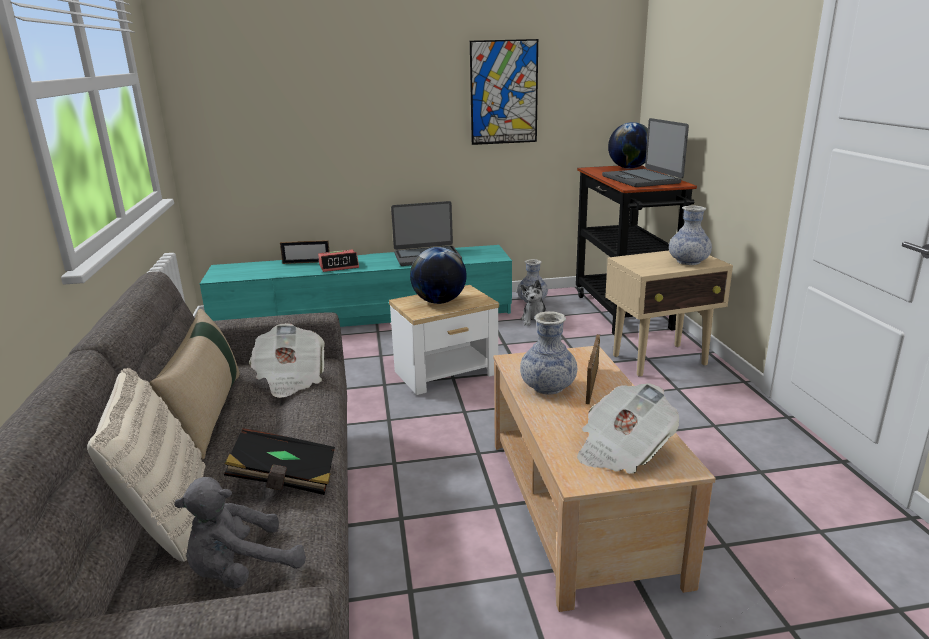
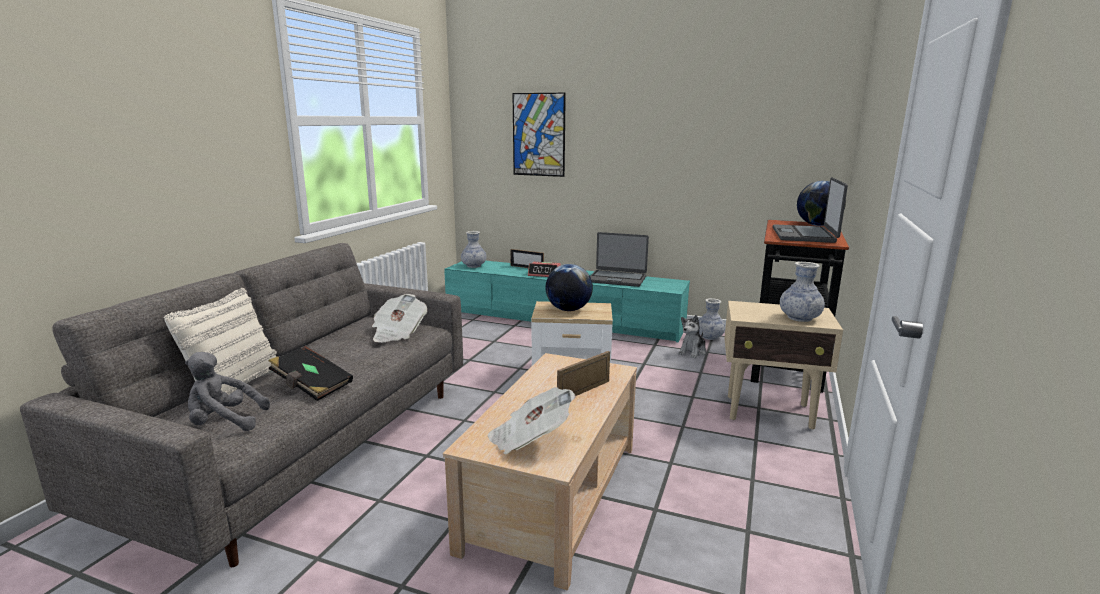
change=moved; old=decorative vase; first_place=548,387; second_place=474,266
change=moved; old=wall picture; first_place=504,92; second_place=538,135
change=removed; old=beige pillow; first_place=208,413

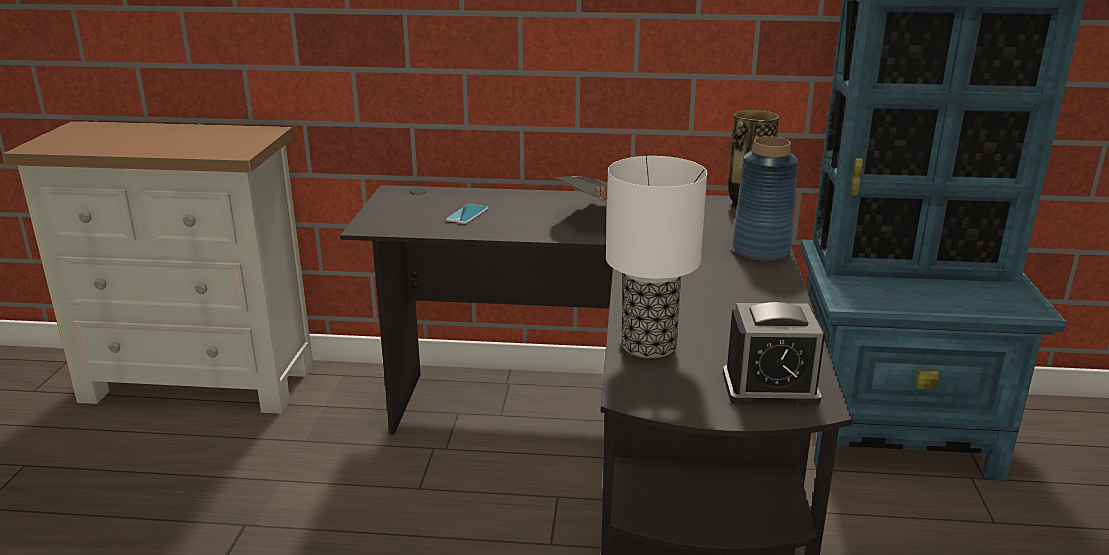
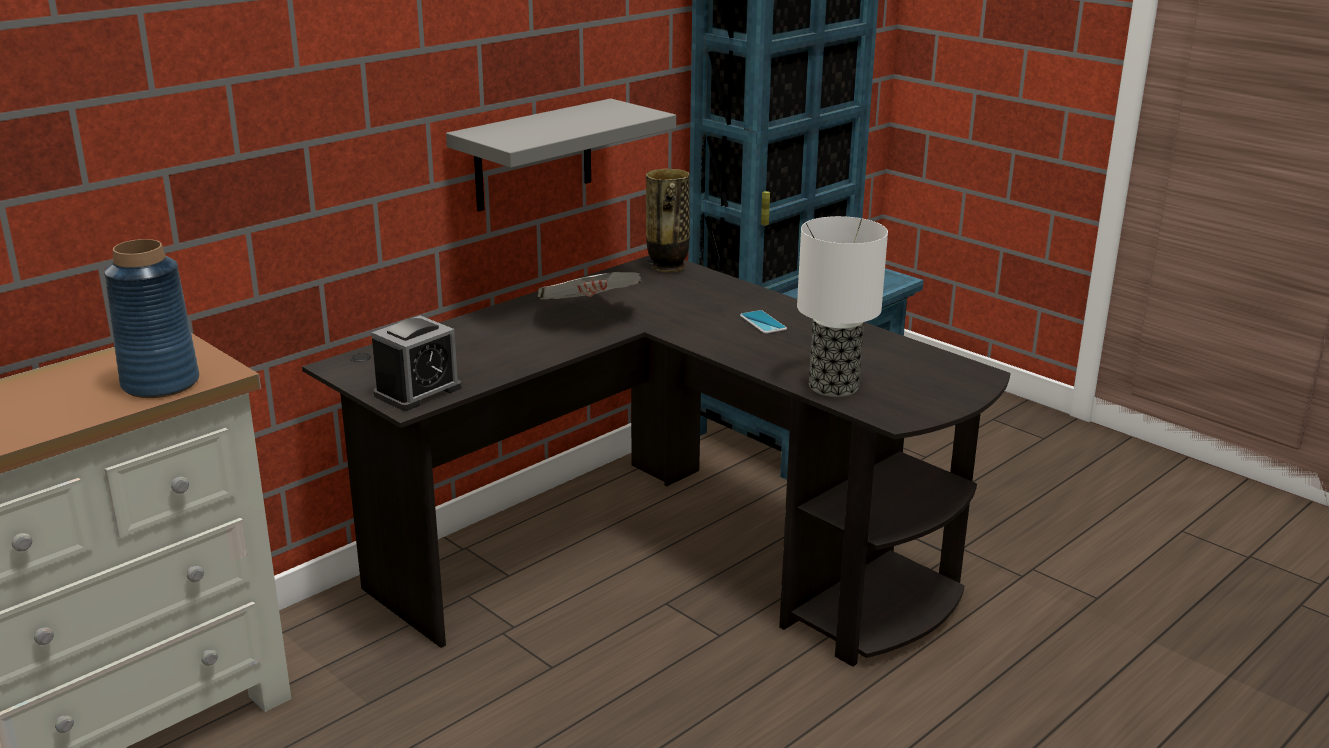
change=moved; old=bluish decorative vase; first_place=761,250; second_place=160,383
change=moved; old=table clock; first_place=770,387; second_place=418,391
change=added; new=gray shelf; second_place=533,155
change=moved; old=telephone; first_place=467,214; second_place=763,323

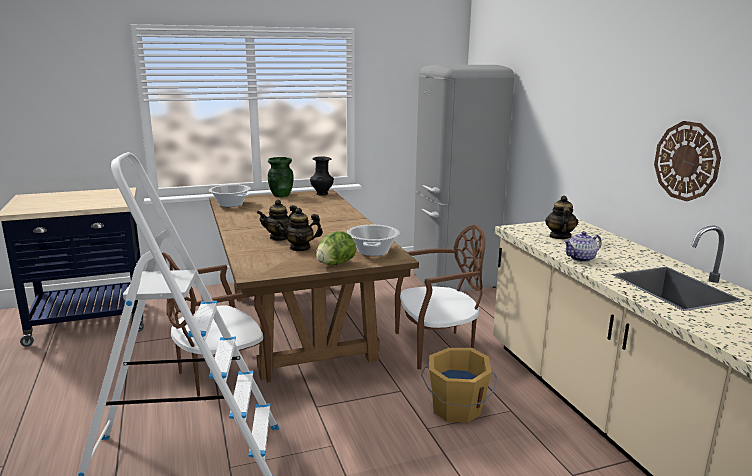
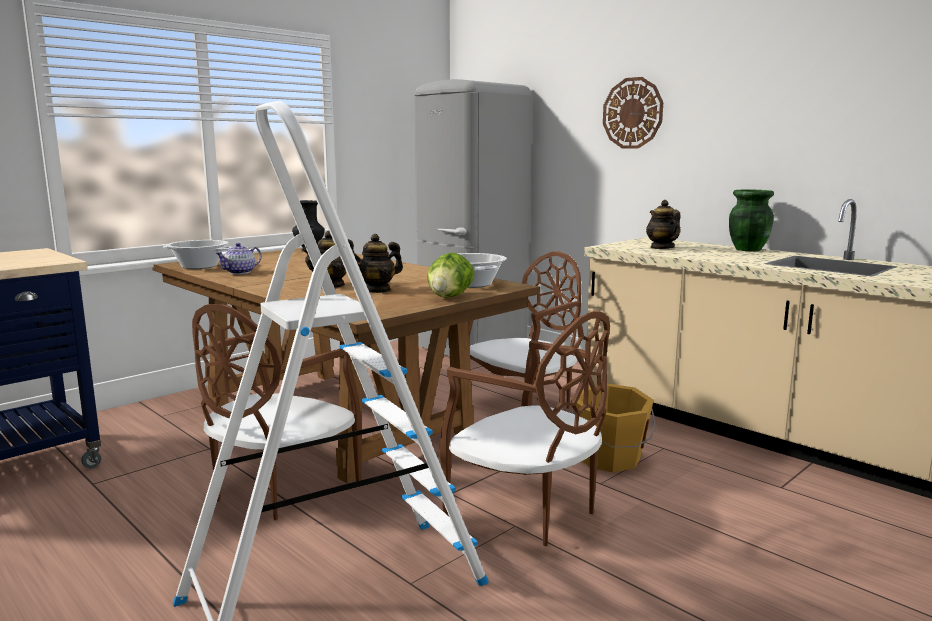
change=moved; old=pot for tea; first_place=581,258; second_place=240,272
change=added; new=brownish plain chair; second_place=527,511
change=moved; old=clock on the wall; first_place=686,161; second_place=632,113
change=moved; old=green-coloured decorative vase; first_place=281,195; second_place=747,249

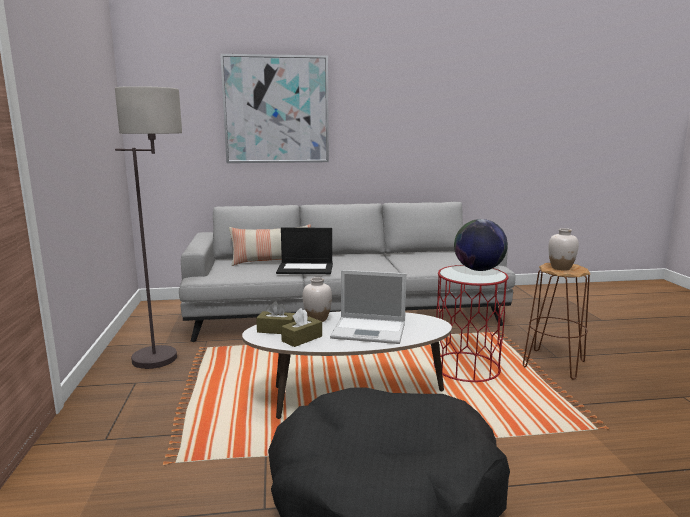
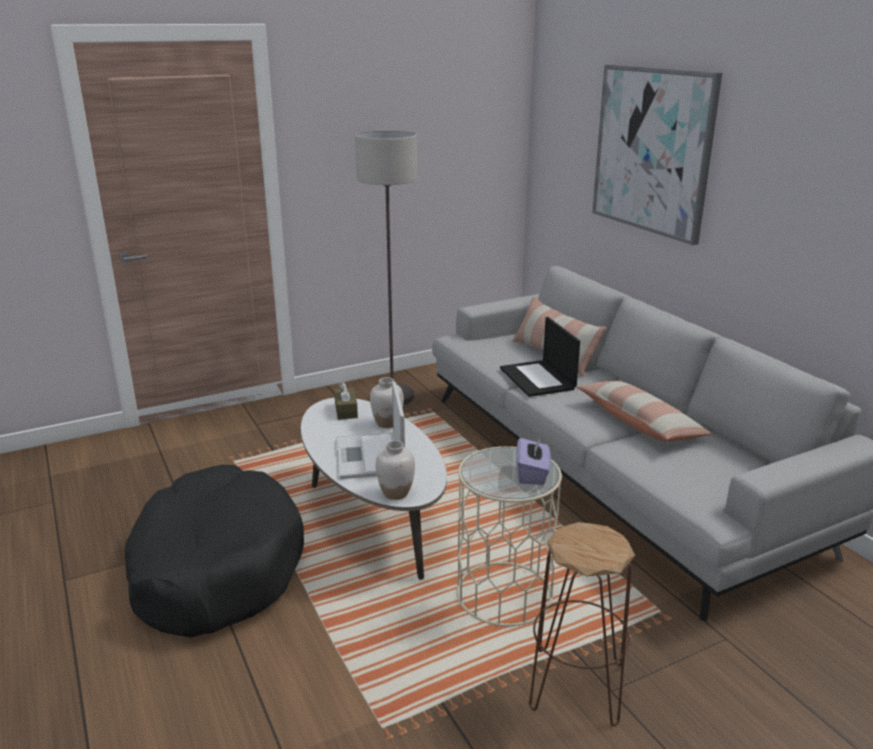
change=moved; old=whitish decorative vase; first_place=561,268; second_place=396,493
change=recoloured; old=red-coloured side table; new=beige side table; first_place=467,367; second_place=504,593
change=replaced; old=desk globe; new=purplish tissue box; first_place=478,270; second_place=532,474
change=added; new=pillow; second_place=639,423
change=removed; old=brownish tissue box; first_place=302,339

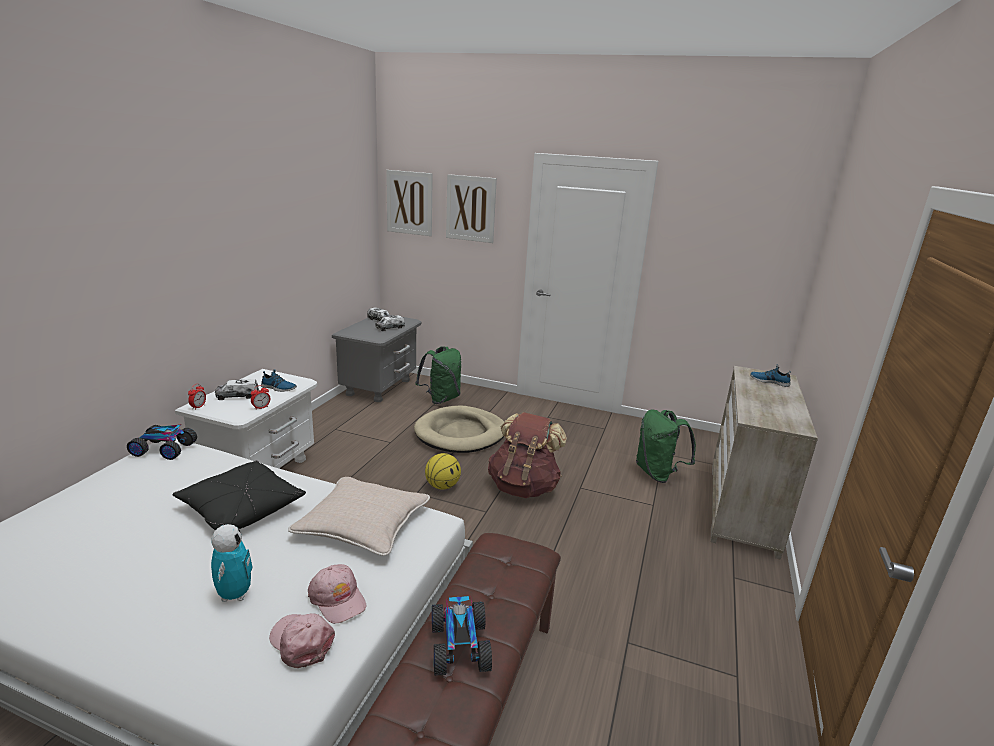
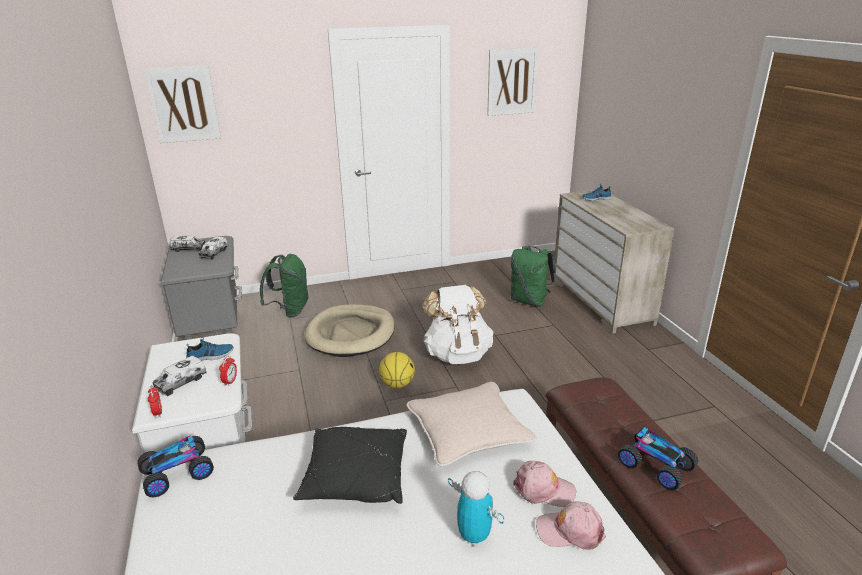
change=recoloured; old=brownish knapsack; new=whitish knapsack; first_place=523,487; second_place=457,354
change=moved; old=wall picture; first_place=470,208; second_place=512,82

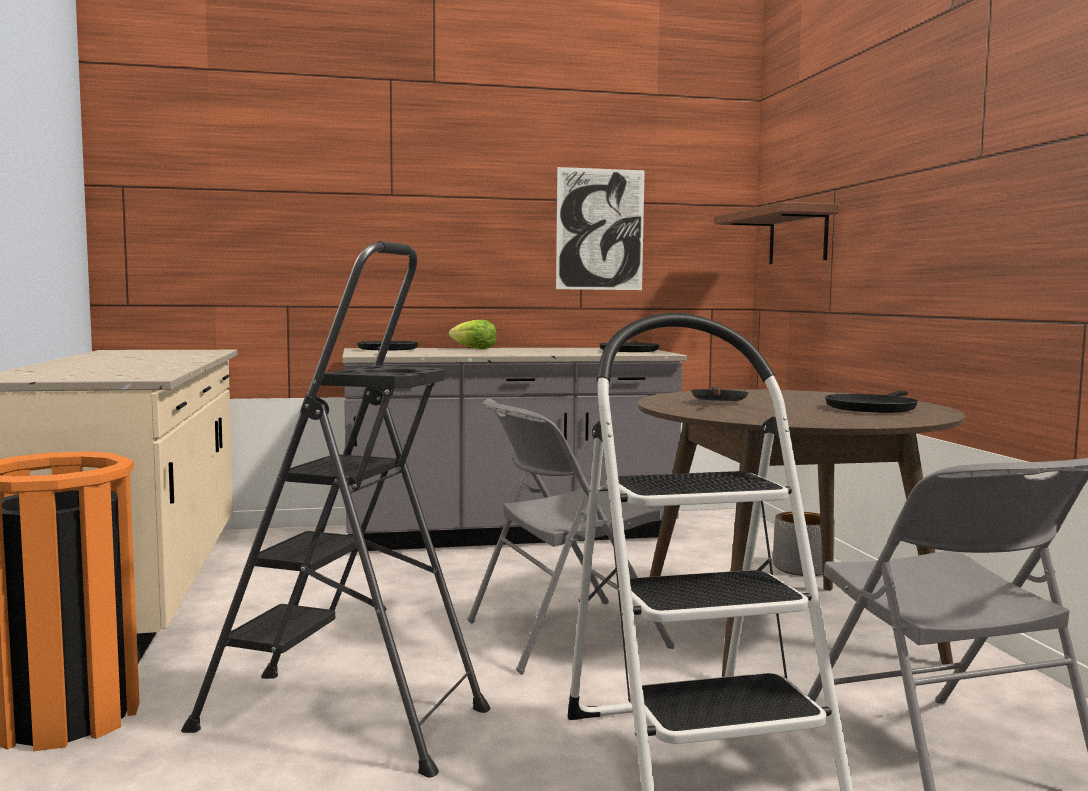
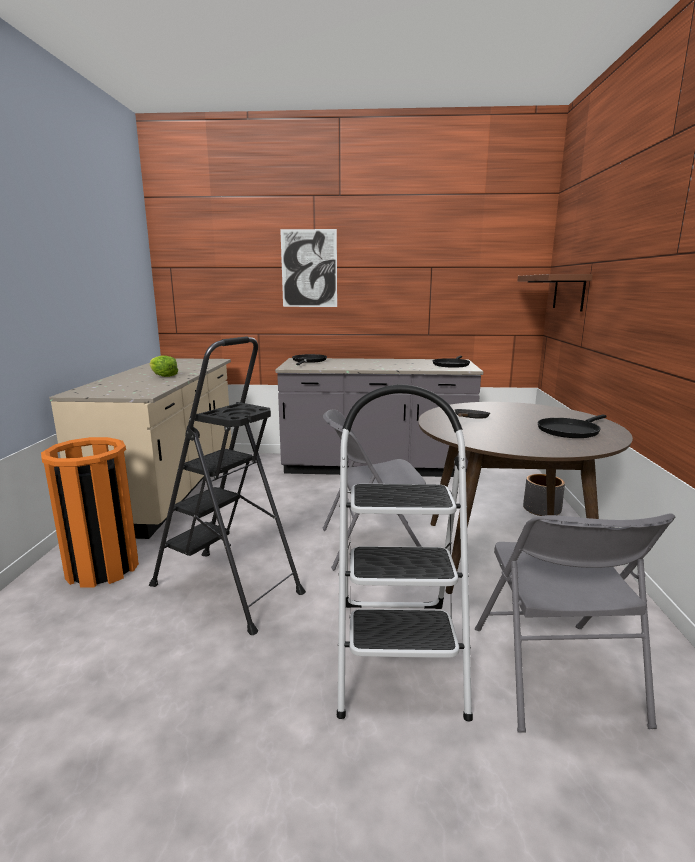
change=moved; old=lettuce head; first_place=474,349; second_place=163,376
change=moved; old=wall picture; first_place=600,229; second_place=309,268

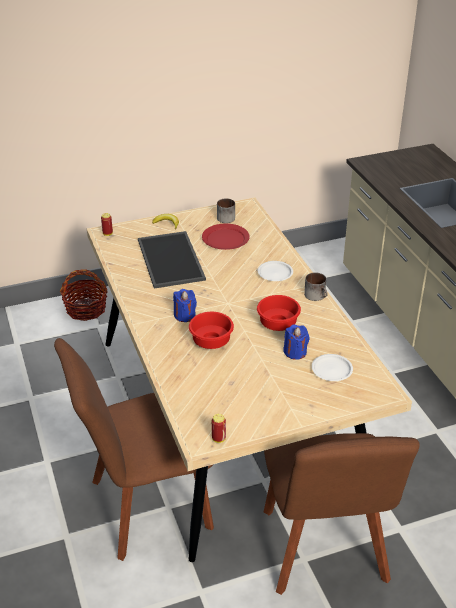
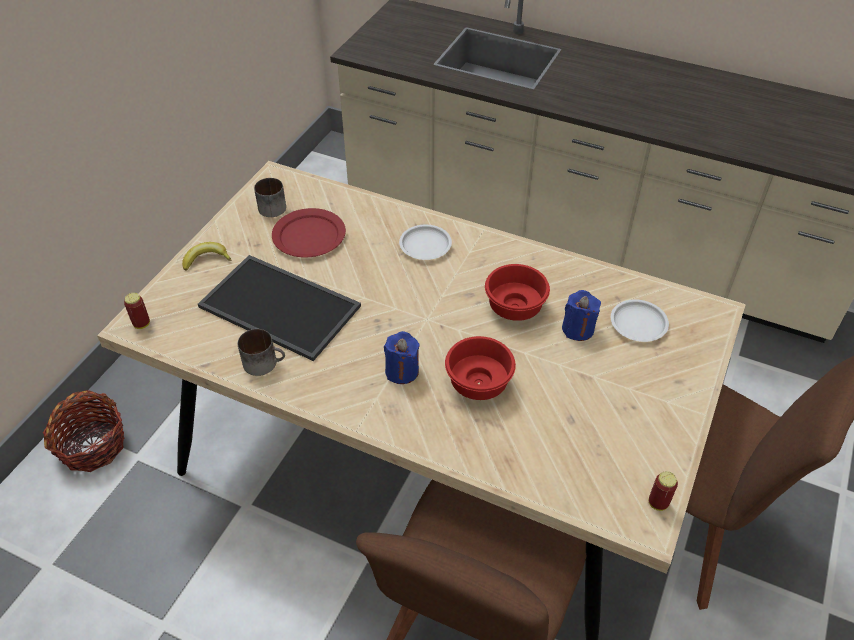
change=moved; old=coffee mug; first_place=317,296; second_place=264,362

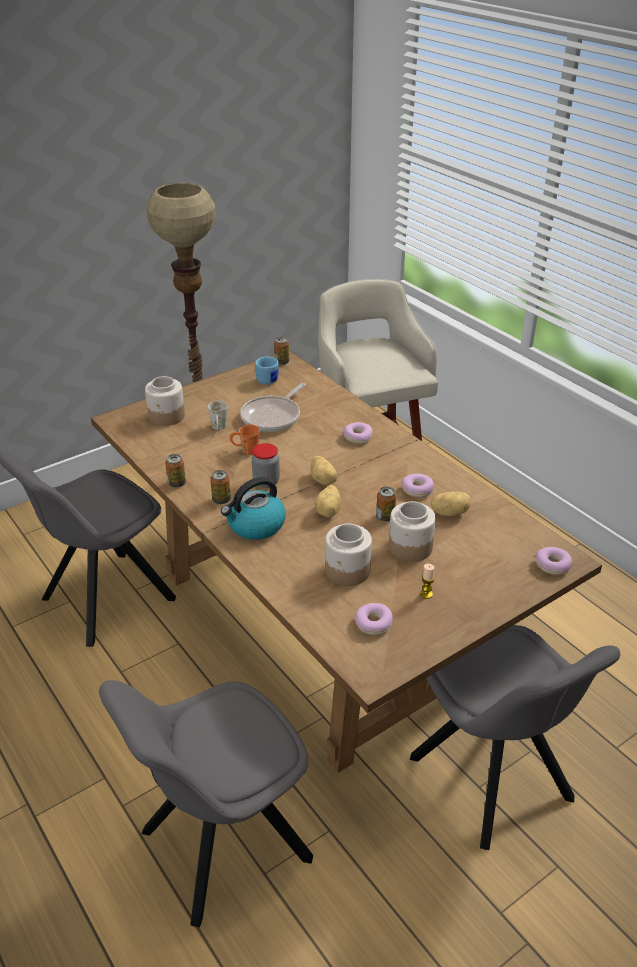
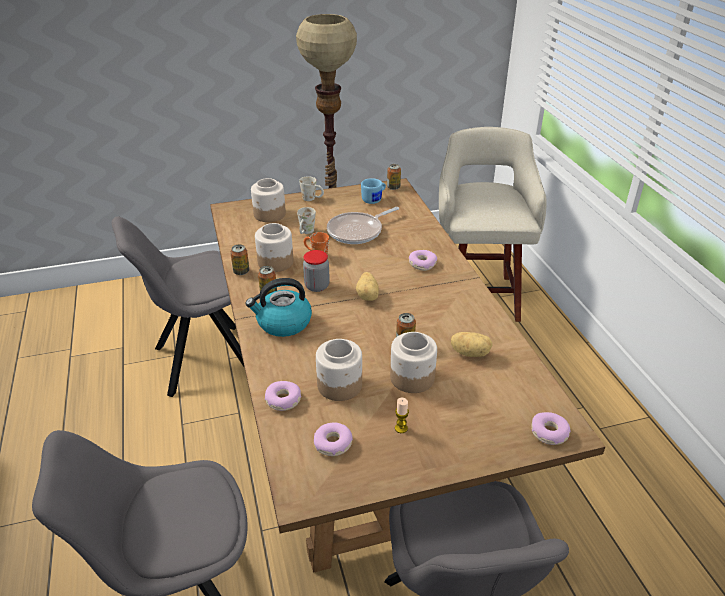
change=added; new=jar; second_place=275,262
change=moved; old=ring doughnut; first_place=417,490; second_place=283,400
change=added; new=whitish coffee mug; second_place=312,199
change=removed; old=potato; first_place=329,511

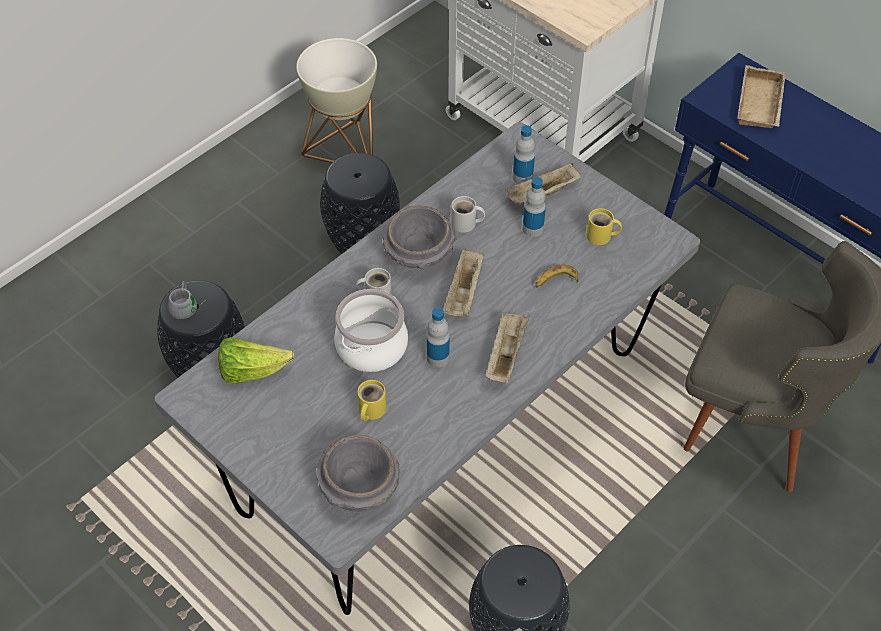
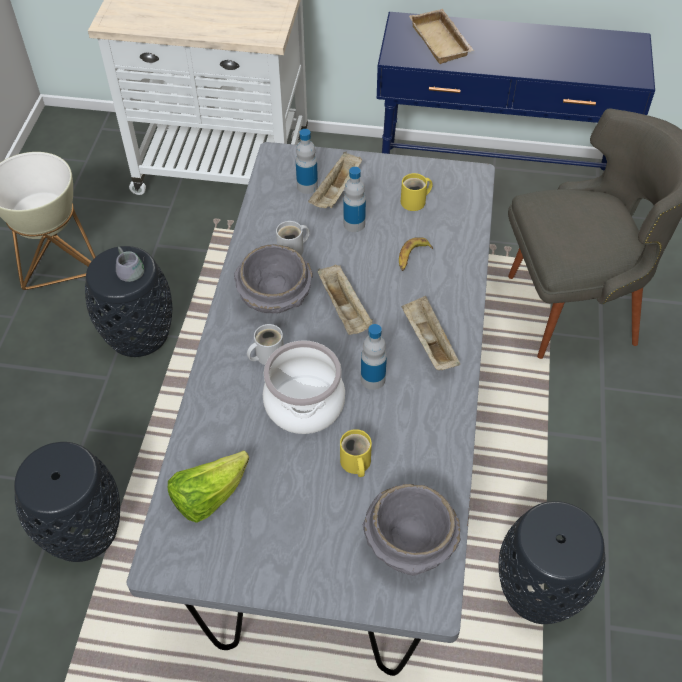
change=moved; old=gray coffee mug; first_place=187,305; second_place=132,268

